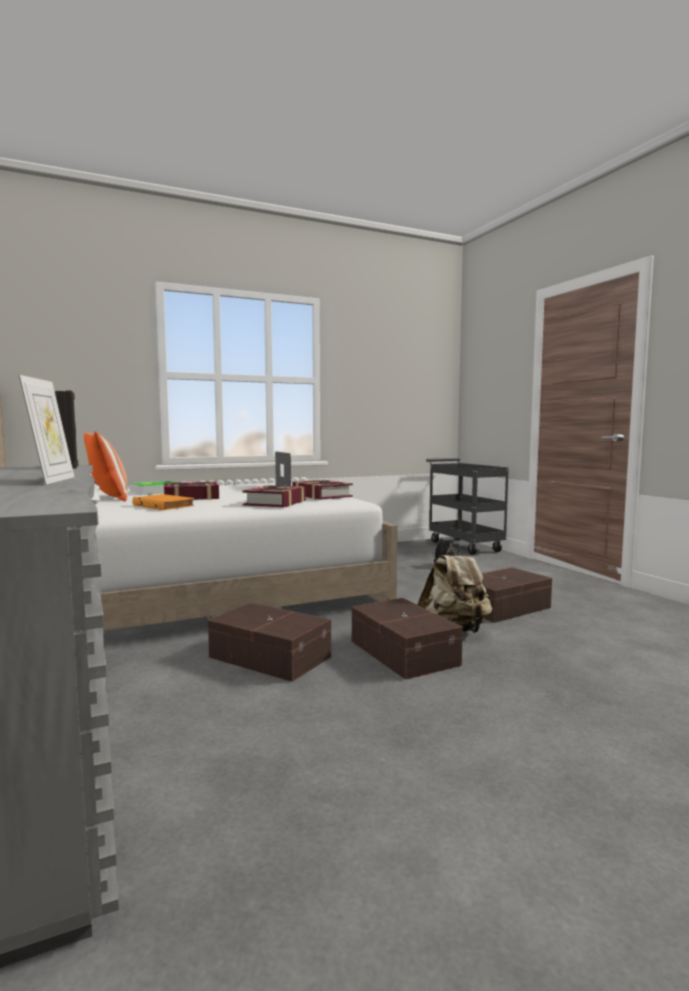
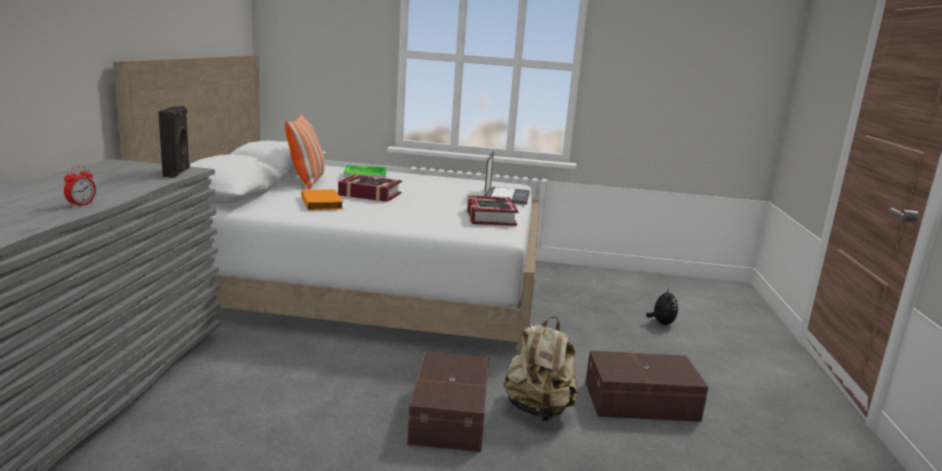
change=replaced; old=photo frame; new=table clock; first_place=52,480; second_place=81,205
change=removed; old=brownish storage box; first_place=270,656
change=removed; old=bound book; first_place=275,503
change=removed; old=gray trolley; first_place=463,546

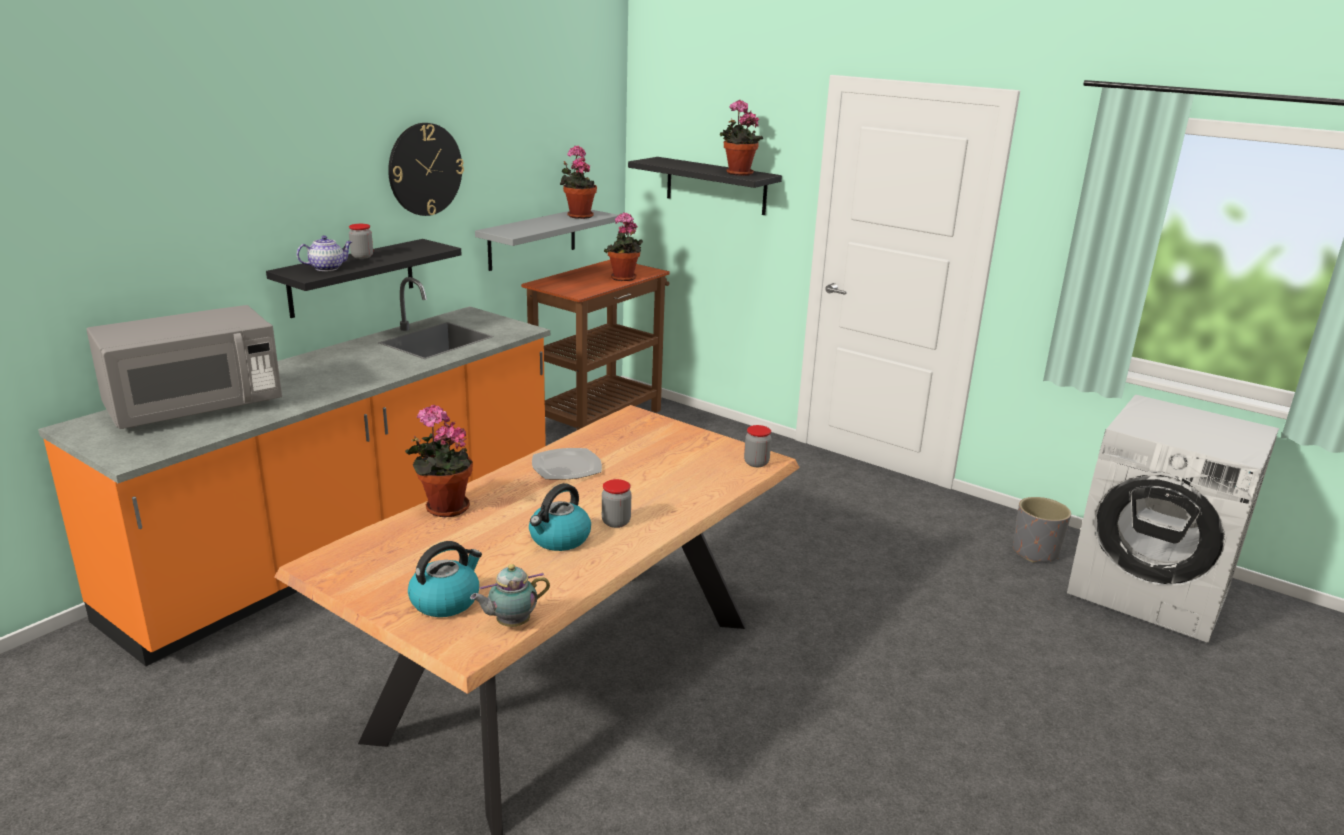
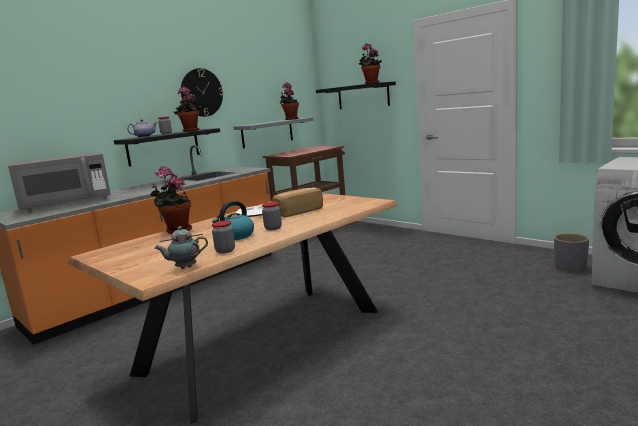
change=moved; old=plant in a pot; first_place=624,279; second_place=190,131
change=moved; old=jar; first_place=756,463; second_place=225,251
change=added; new=baked bread; second_place=298,212
change=removed; old=tea kettle; first_place=446,600

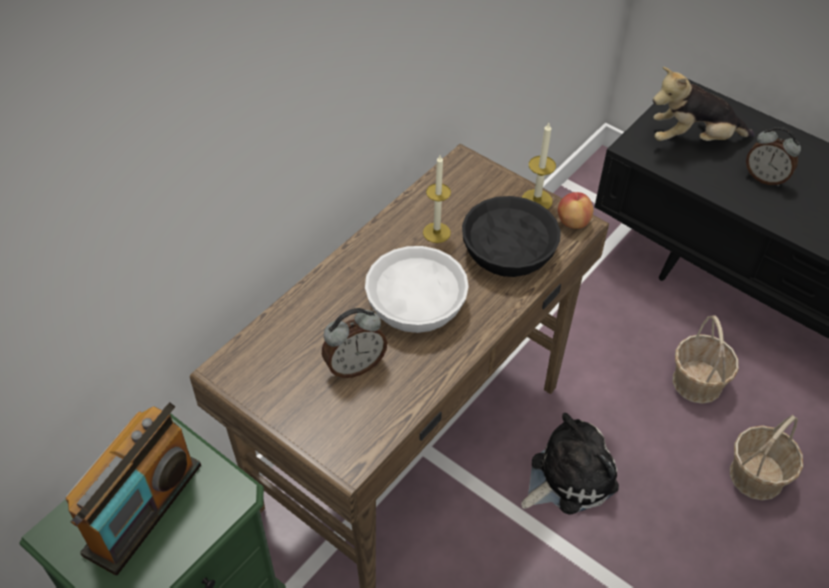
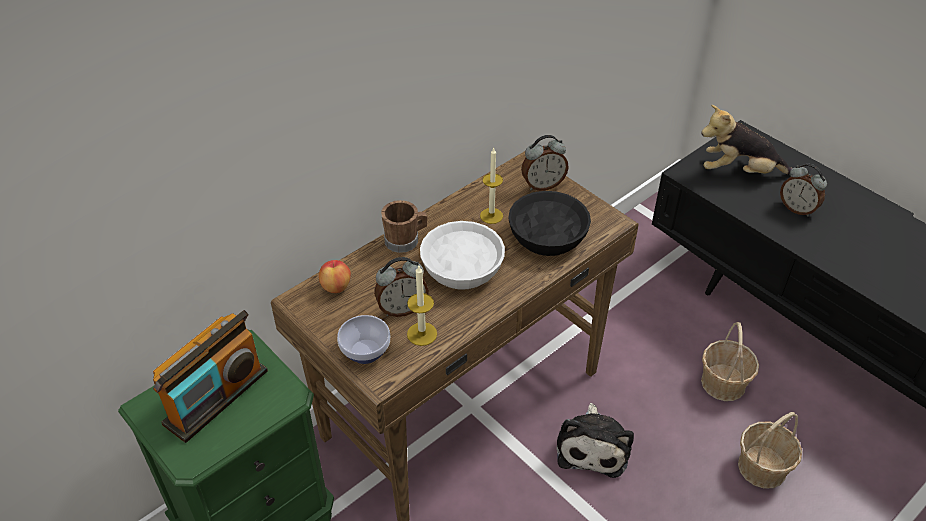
change=moved; old=whole apple; first_place=573,222; second_place=336,287
change=added; new=deep dish; second_place=366,350
change=added; new=brownish coffee mug; second_place=405,240
change=moved; old=wax candle; first_place=536,200; second_place=422,334
change=added; new=table clock; second_place=542,185
change=turned; old=soft toy; first_place=568,476; second_place=593,446; degrees=120

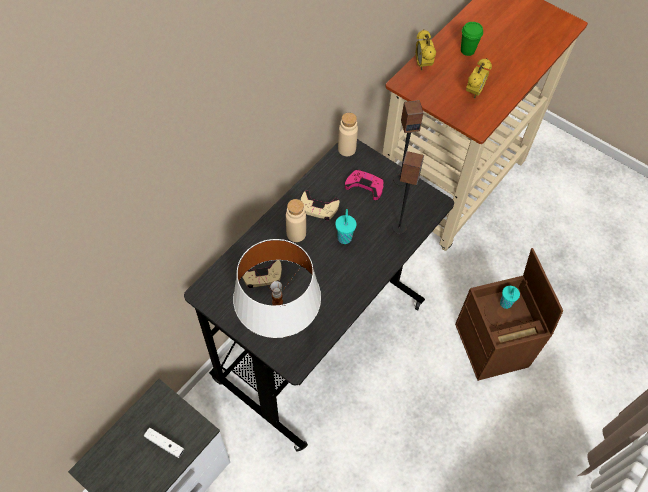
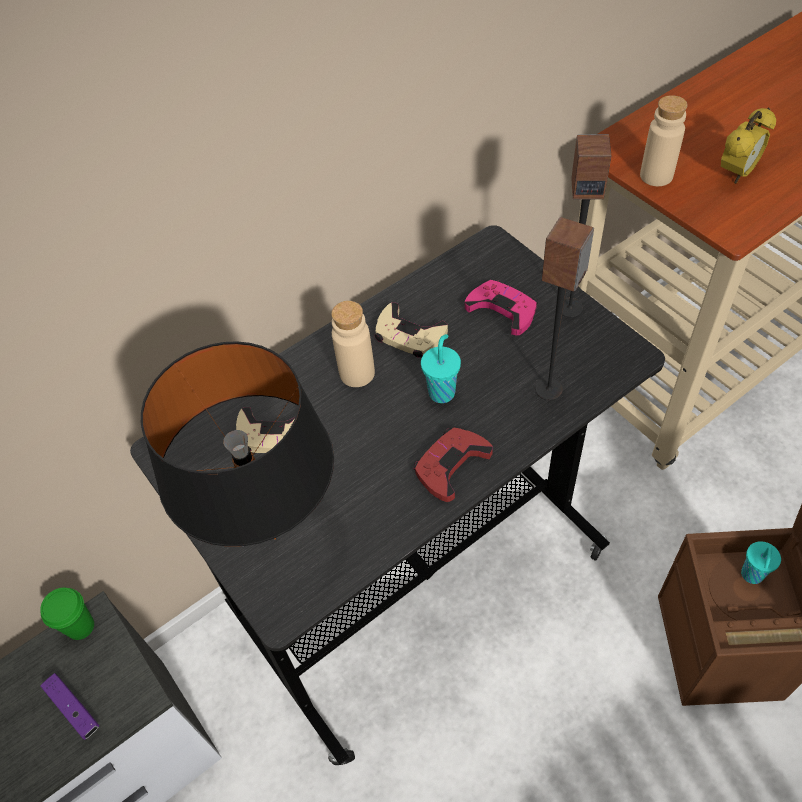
change=moved; old=green-coloured cup; first_place=467,50; second_place=80,626
change=recoloured; old=whitish joypad; new=purplish joypad; first_place=165,444; second_place=73,709
change=recoloured; old=whitish table lamp; new=black-coloured table lamp; first_place=279,329; second_place=275,536
change=added; new=red-coloured joypad; second_place=451,465
change=moved; old=beige bottle; first_place=346,149; second_place=656,176
change=removed; old=table clock; first_place=422,64

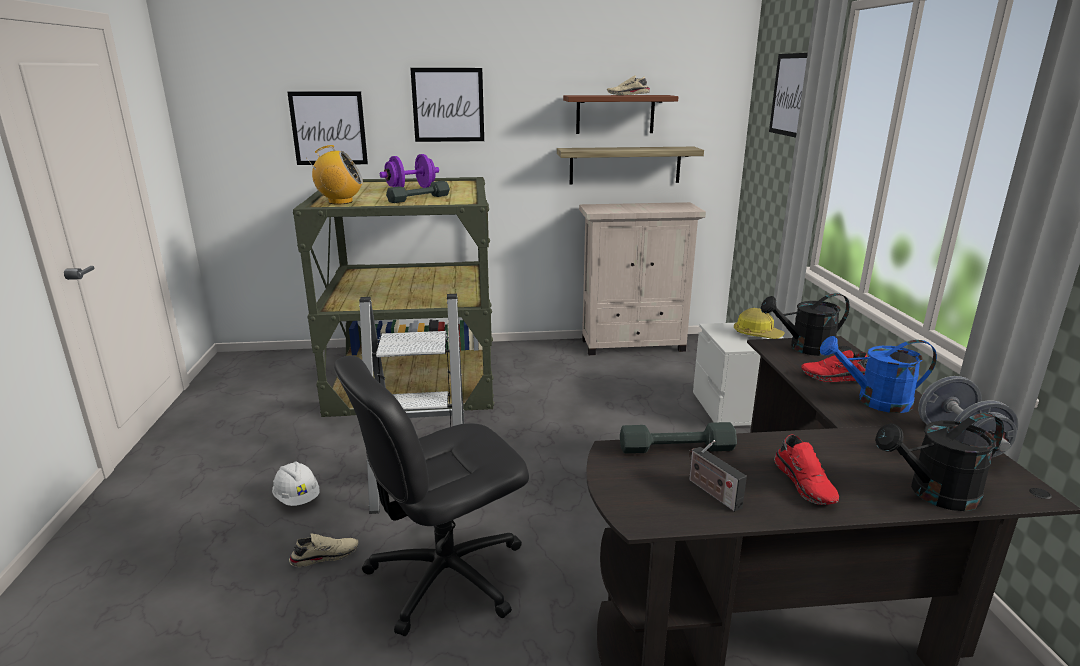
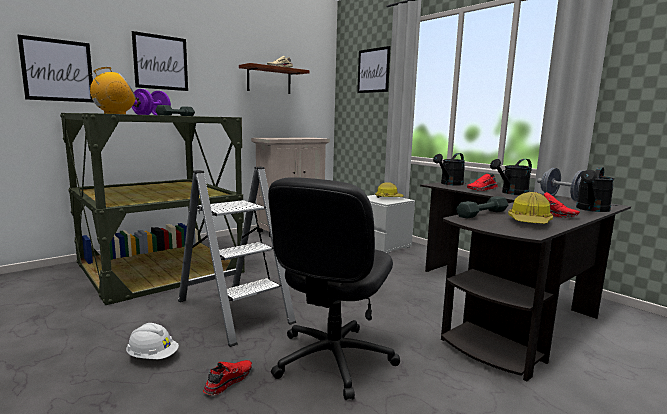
change=recoloured; old=beige shoe; new=red-coloured shoe; first_place=325,555; second_place=228,381
change=recoloured; old=bluish watering can; new=black-coloured watering can; first_place=874,401; second_place=511,193
change=replaced; old=radio receiver; new=safety helmet; first_place=711,492; second_place=529,222
change=removed; old=shelf; first_place=625,165

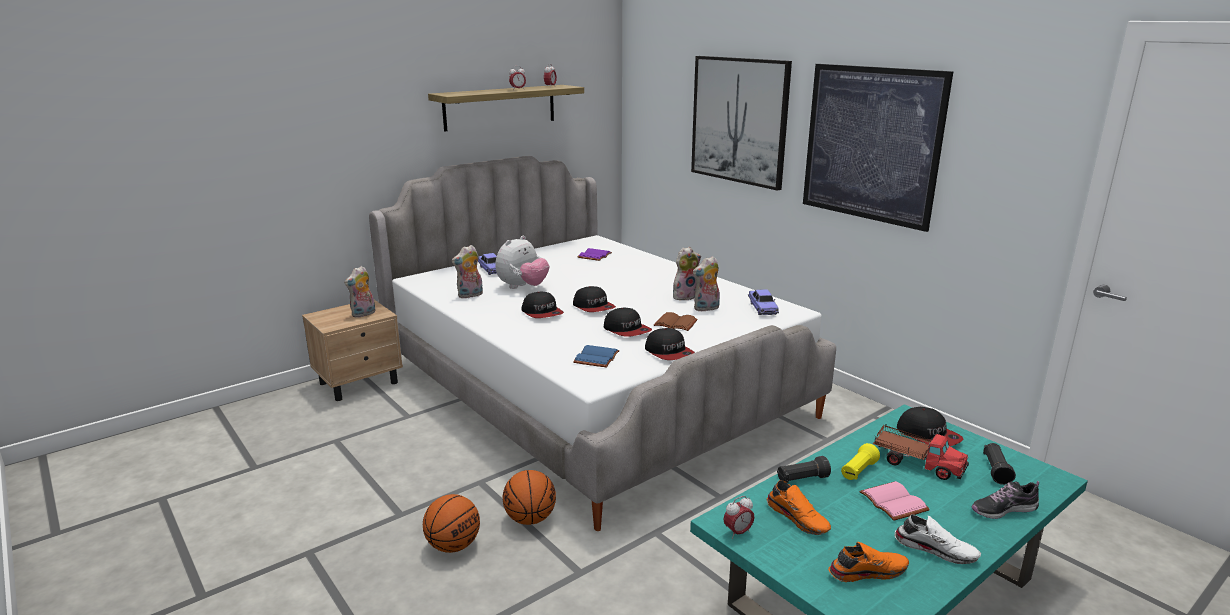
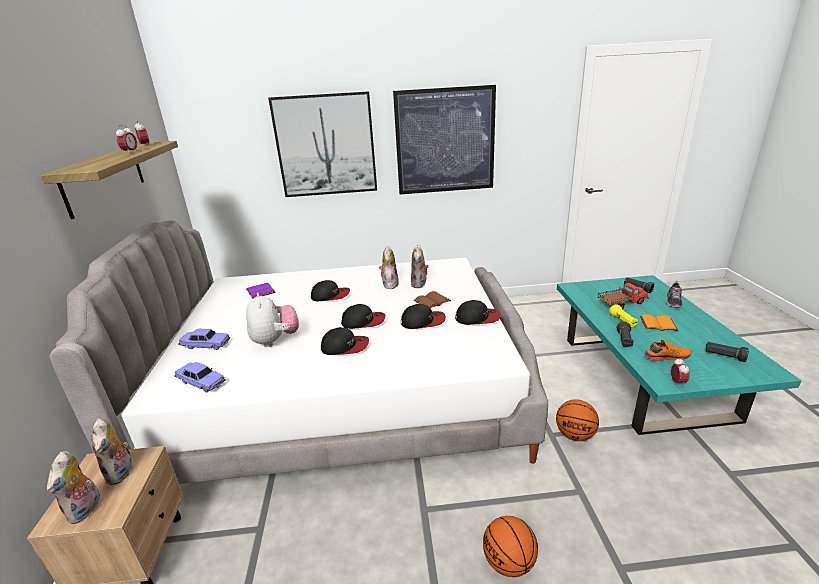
change=moved; old=soft toy; first_place=470,295; second_place=86,510
change=moved; old=toy car; first_place=762,308; second_place=201,382
change=moved; old=peaked cap; first_place=928,435; second_place=330,295
change=moved; old=basketball; first_place=530,519; second_place=575,435
change=recoloured; old=pink-coloured bound book; new=orangey bound book; first_place=895,502; second_place=658,324
change=replaced; old=orangey shoe; new=black-coloured flashlight; first_place=867,571; second_place=724,356
change=removed; old=bluish bound book; first_place=597,358
change=removed; old=whitish shoe; first_place=935,549

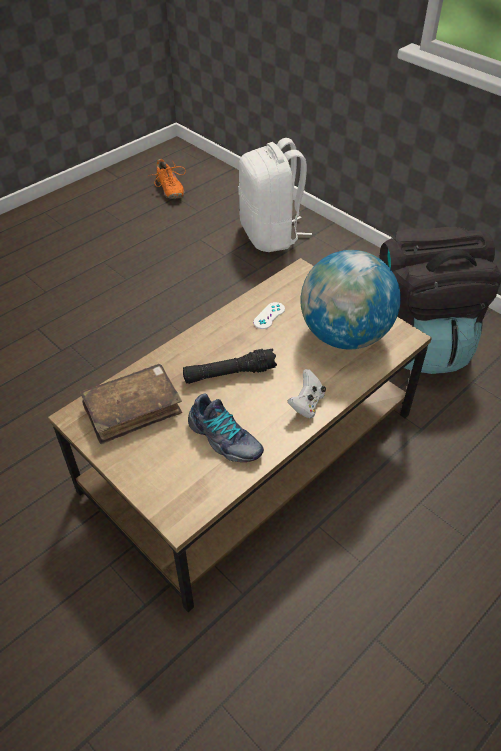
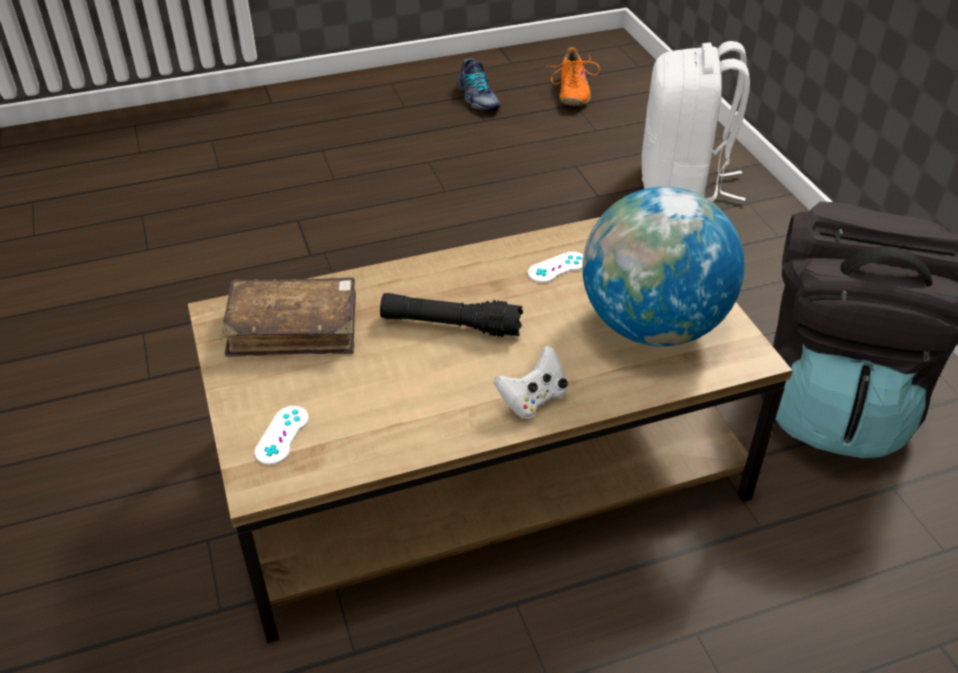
change=added; new=whitish joypad; second_place=282,435
change=moved; old=shoe; first_place=224,439; second_place=477,99

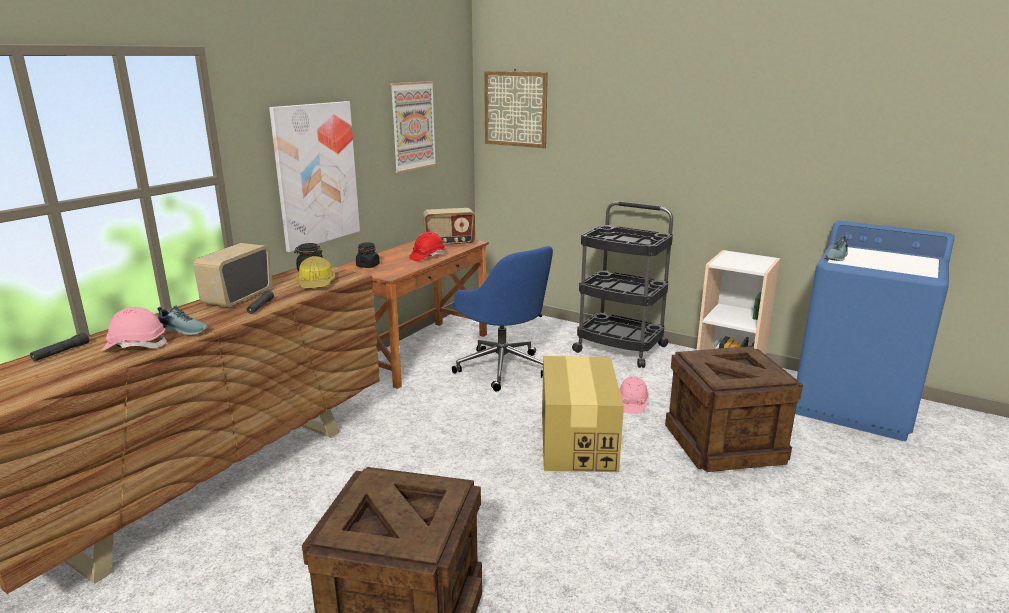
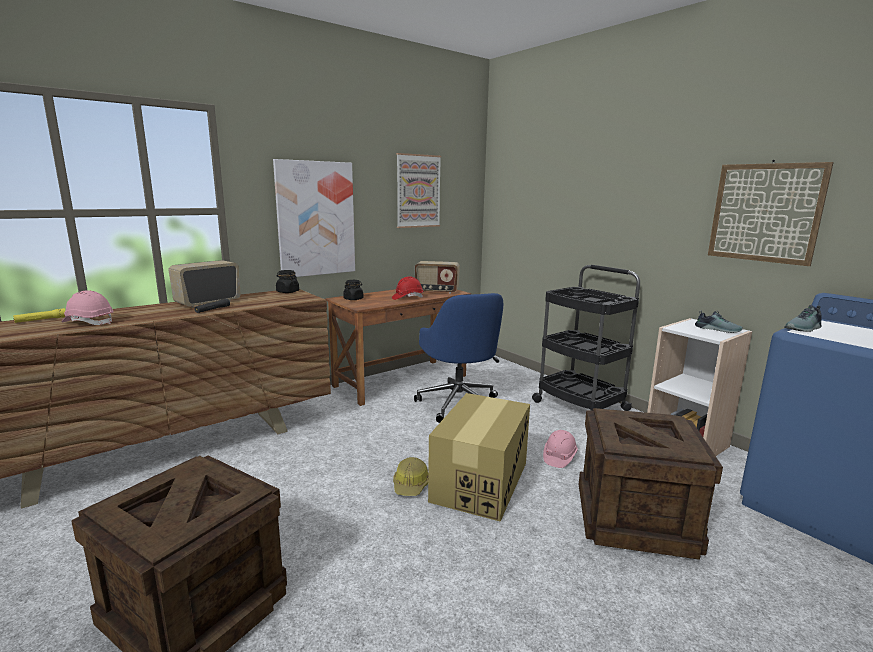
change=recoloured; old=black-coloured flashlight; new=yellowish flashlight; first_place=61,352; second_place=41,320
change=moved; old=safety helmet; first_place=316,284; second_place=411,485
change=moved; old=shoe; first_place=184,330; second_place=717,329
change=moved; old=wall picture; first_place=515,108; second_place=765,211

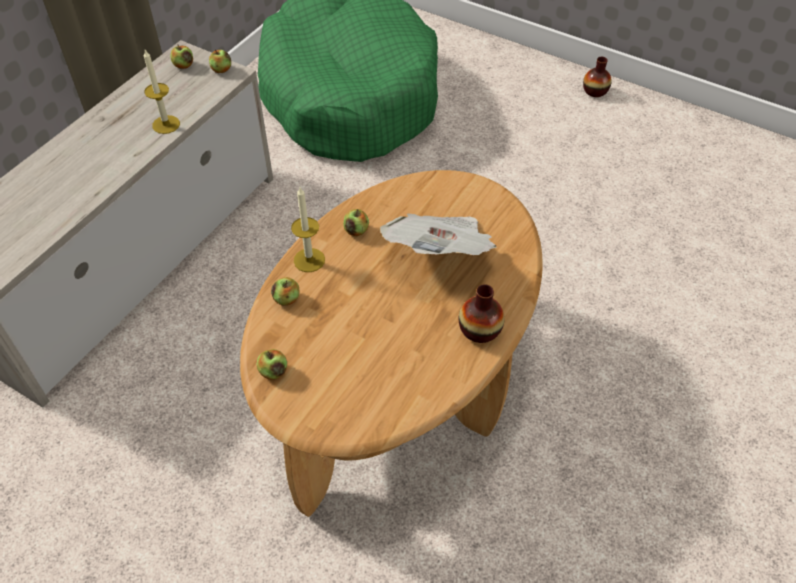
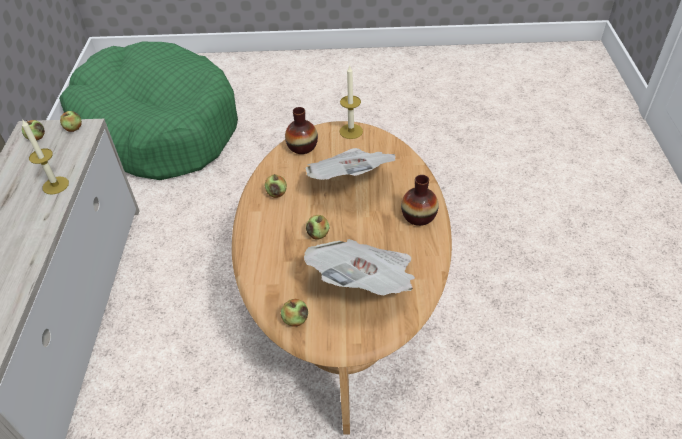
change=moved; old=decorative vase; first_place=595,91; second_place=302,147
change=added; new=printed paper; second_place=365,283
change=moved; old=whole apple; first_place=286,299; second_place=318,234
change=moved; old=wax candle; first_place=309,260; second_place=351,131

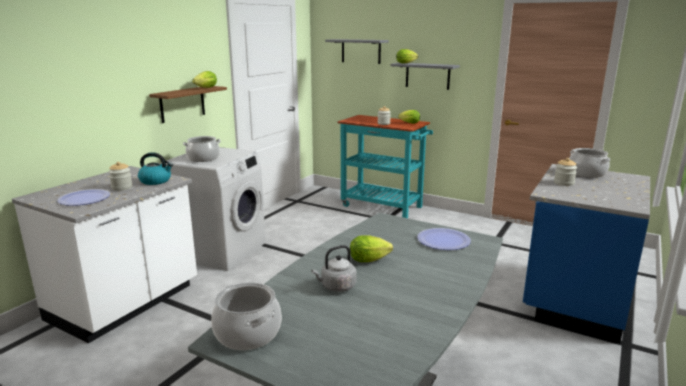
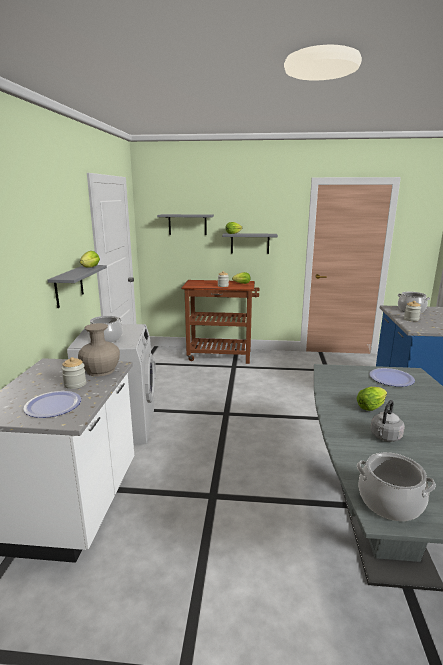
change=recoloured; old=brownish shelf; new=gray shelf; first_place=182,104; second_place=69,286
change=replaced; old=tea kettle; new=beige decorative vase; first_place=156,181; second_place=100,370
change=recoloured; old=turquoise-coloured trolley; new=brownish trolley; first_place=383,207; second_place=221,356

